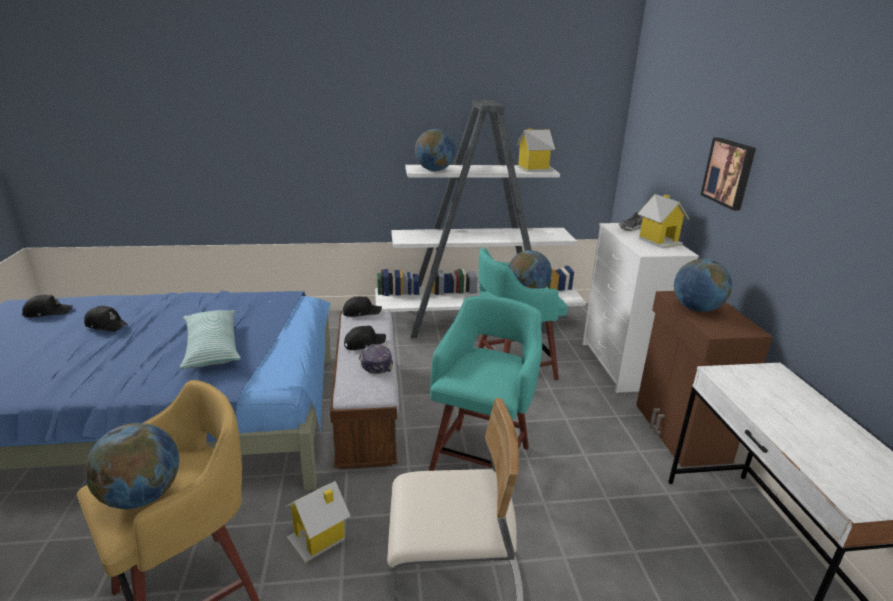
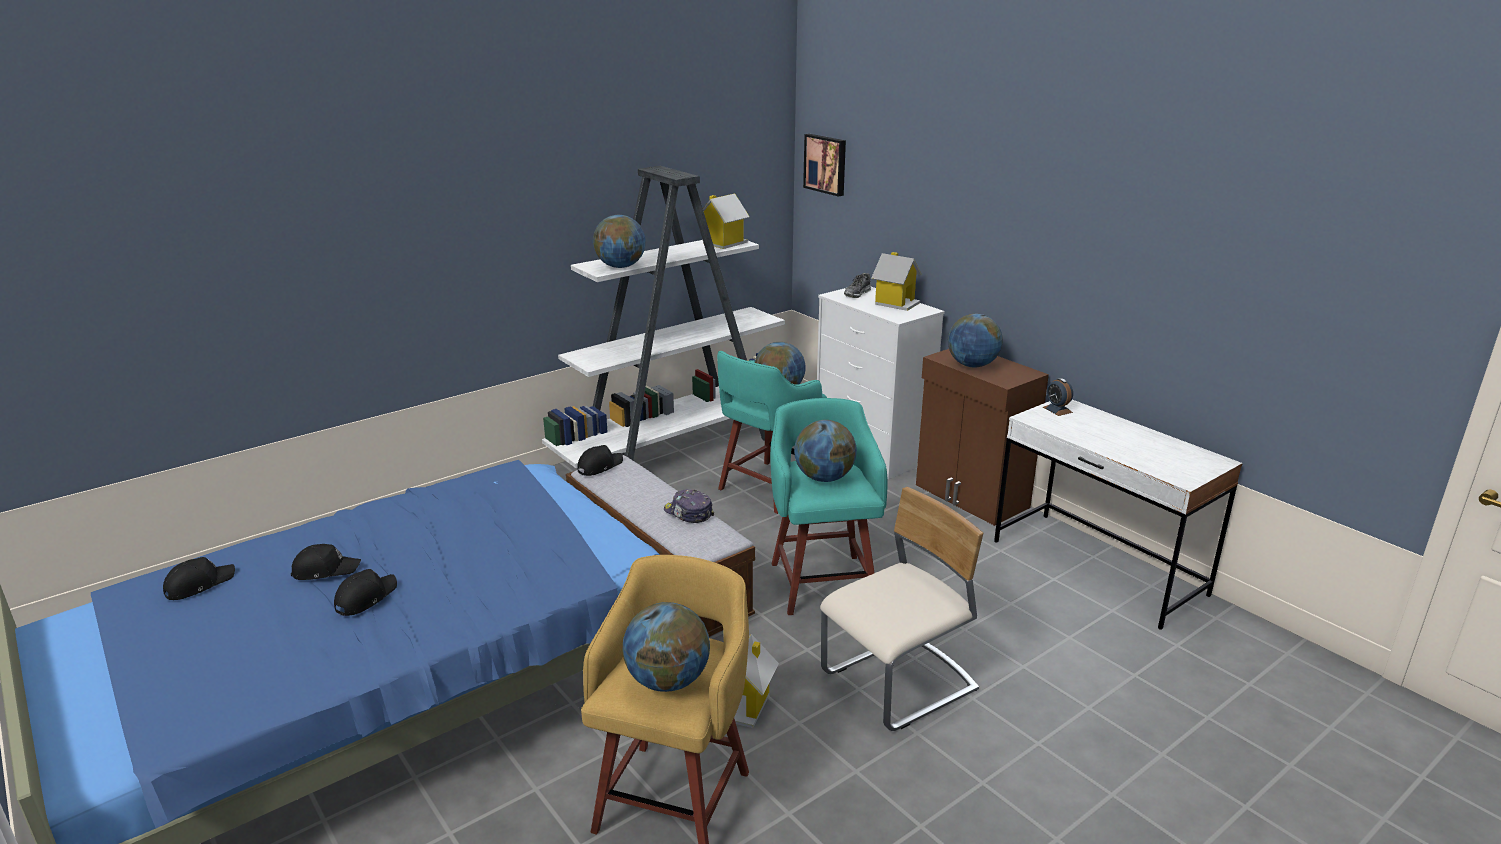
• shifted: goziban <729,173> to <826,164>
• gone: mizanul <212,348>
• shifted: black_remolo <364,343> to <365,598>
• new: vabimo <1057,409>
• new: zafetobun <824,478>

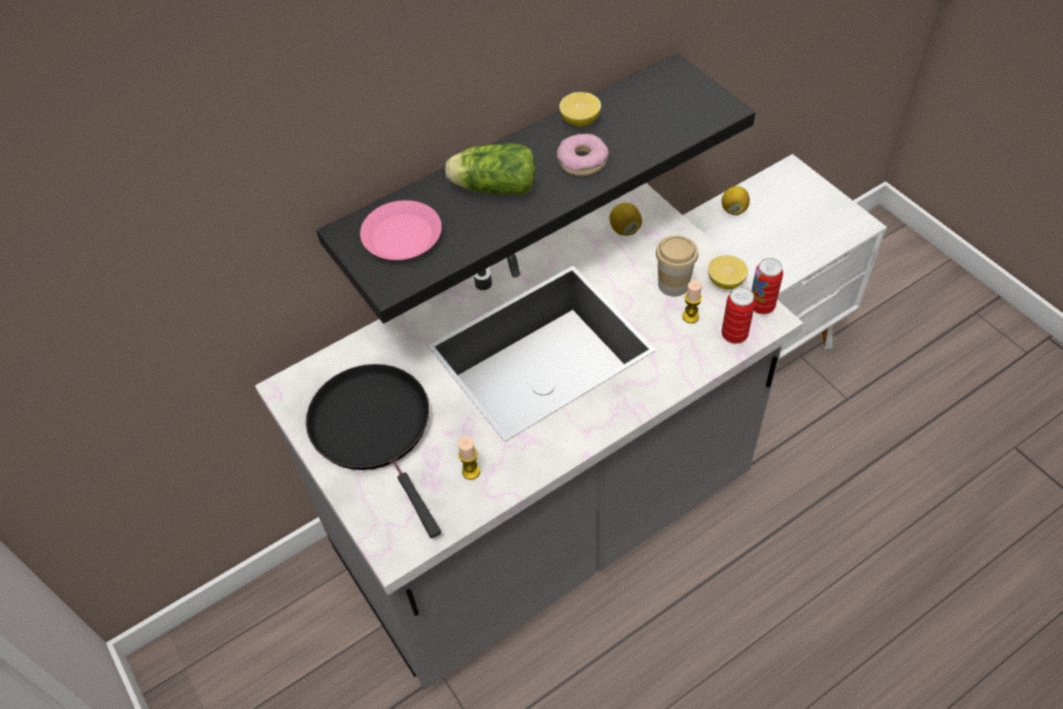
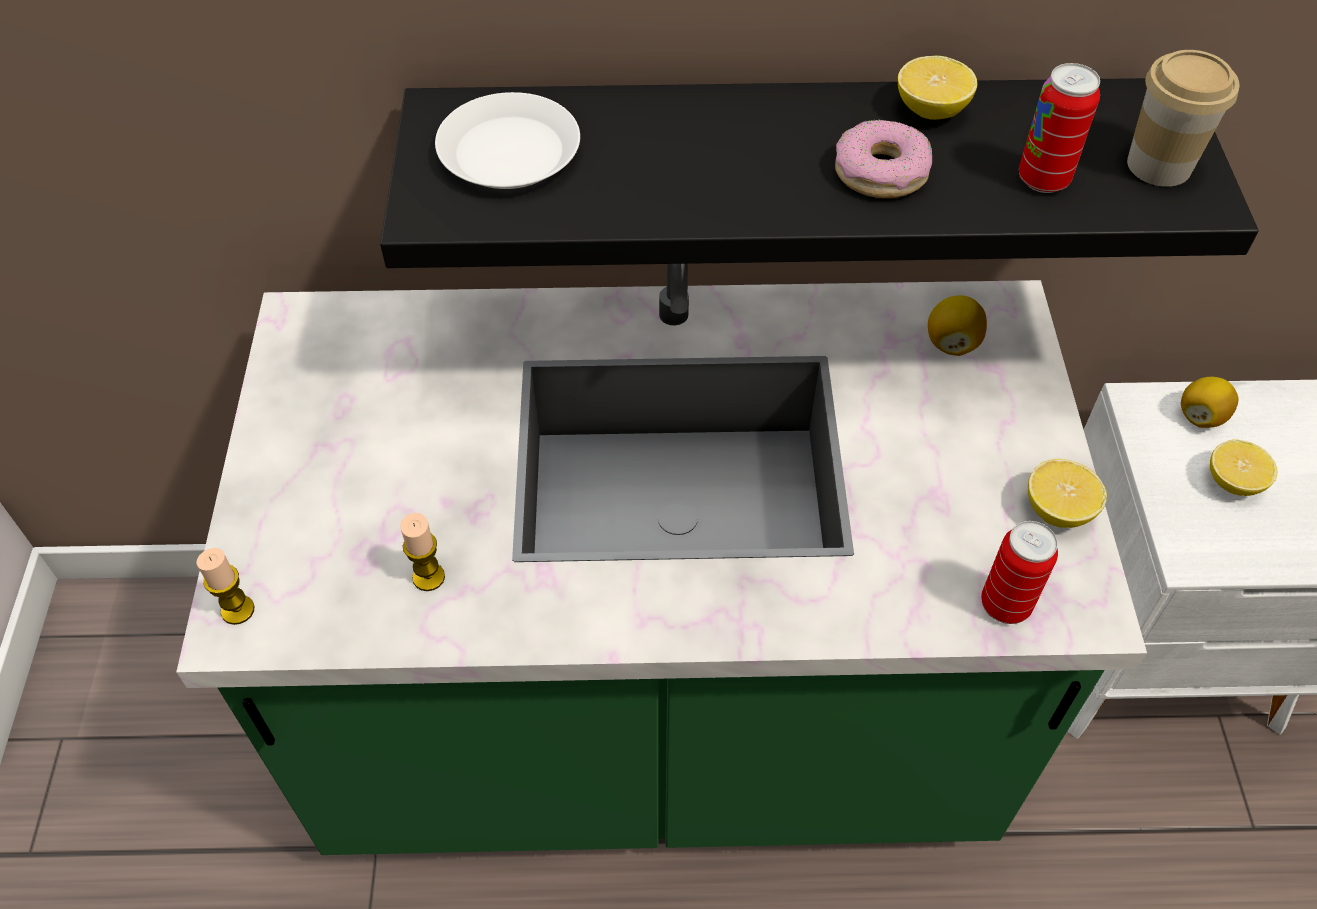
• gone: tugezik <492,187>
• repainted: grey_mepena <543,520> to green_mepena <658,725>
• repainted: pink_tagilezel <401,236> to white_tagilezel <508,152>
• shifted: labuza <673,285> to <1159,165>
• shifted: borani <761,306> to <1043,179>
• shifted: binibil <690,317> to <237,610>
• gone: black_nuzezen <375,429>
• new: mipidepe <1233,482>

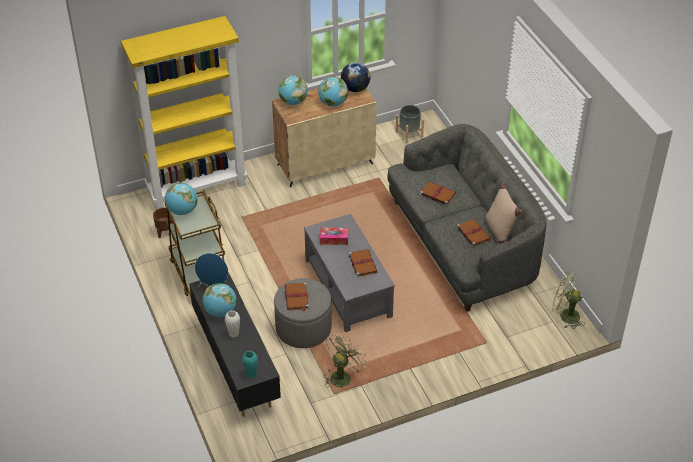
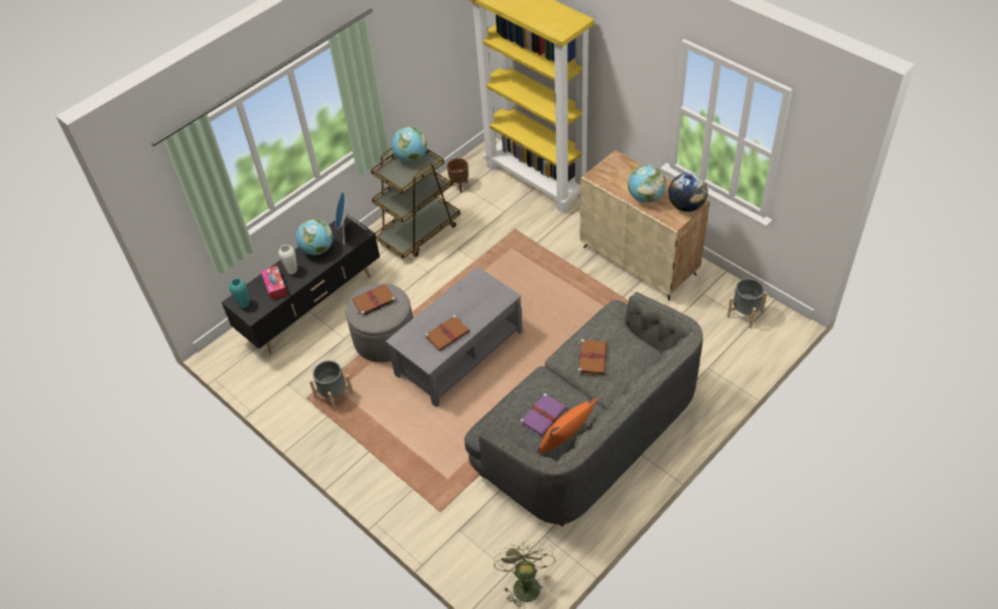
• gone: zafetobun <293,101>
• repainted: beige_mizanul <499,231> to orange_mizanul <566,441>
• repainted: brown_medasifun <473,233> to purple_medasifun <543,415>
• shifted: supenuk <334,239> to <275,286>
• swapped: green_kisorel <343,375> to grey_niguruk <334,396>

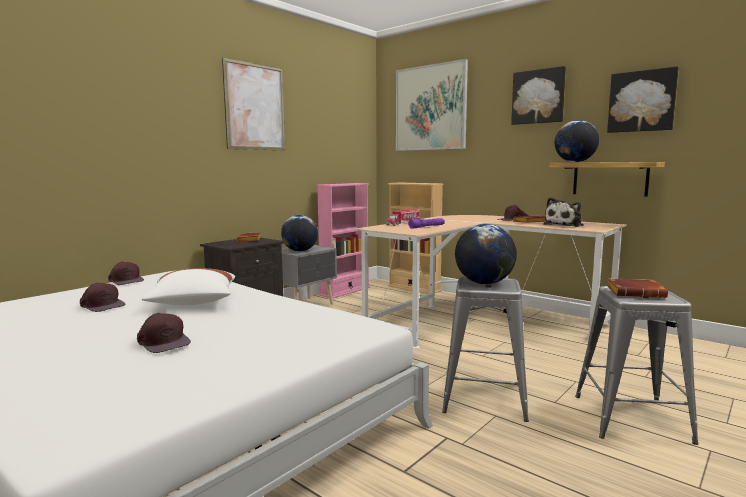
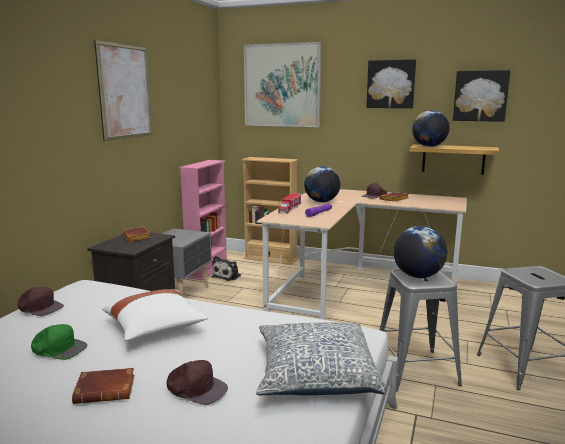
• shifted: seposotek <565,225> to <228,276>
• shifted: zafetobun <300,251> to <321,202>
• shifted: brown_medasifun <636,293> to <107,390>
• repainted: brown_remolo <102,305> to green_remolo <58,349>
• new: mizanul <315,374>

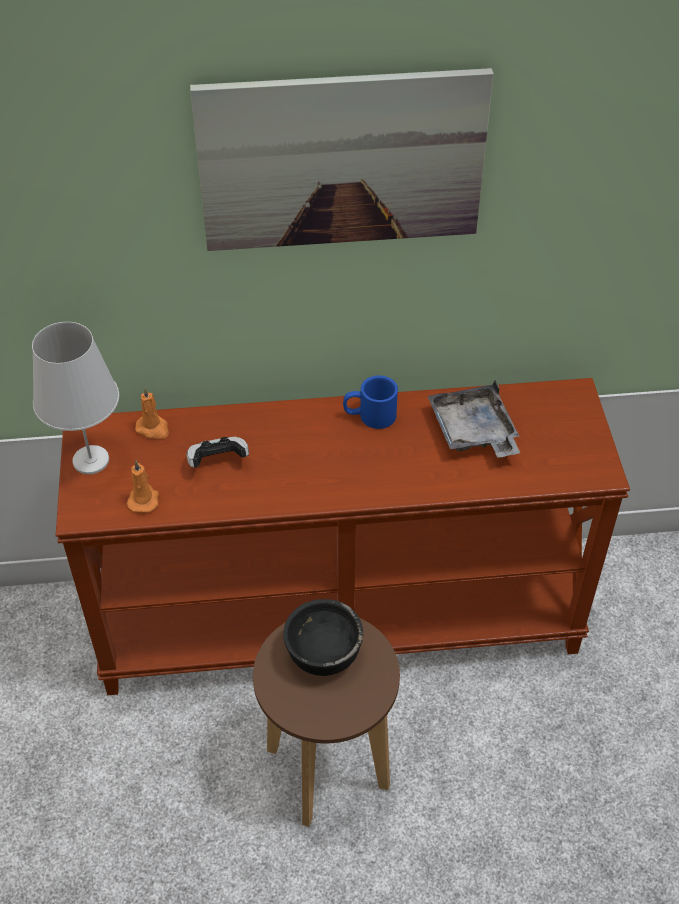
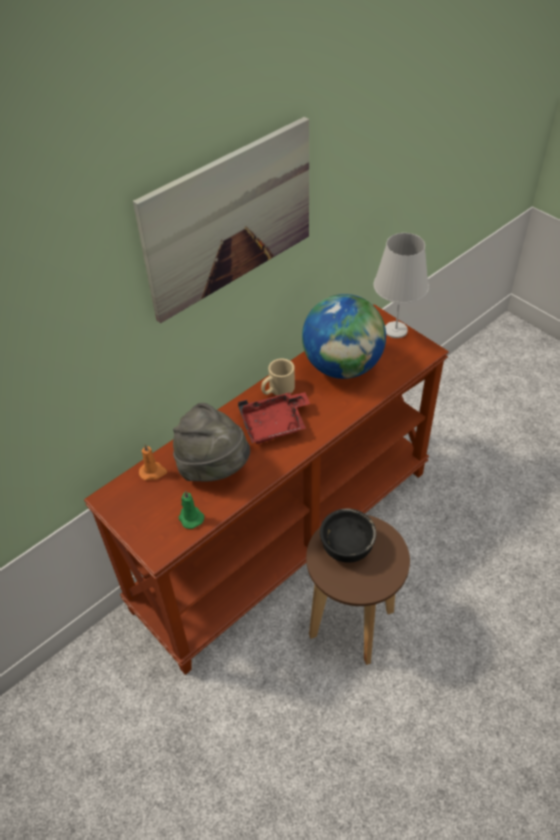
• shifted: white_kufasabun <91,460> to <395,330>
• repainted: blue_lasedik <369,416> to beige_lasedik <277,389>
• swapped: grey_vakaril <473,432> to zafetobun <342,366>
• swapped: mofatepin <217,461> to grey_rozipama <214,467>
• repainted: orange_binibil <144,499> to green_binibil <190,517>
• new: red_vakaril <275,424>

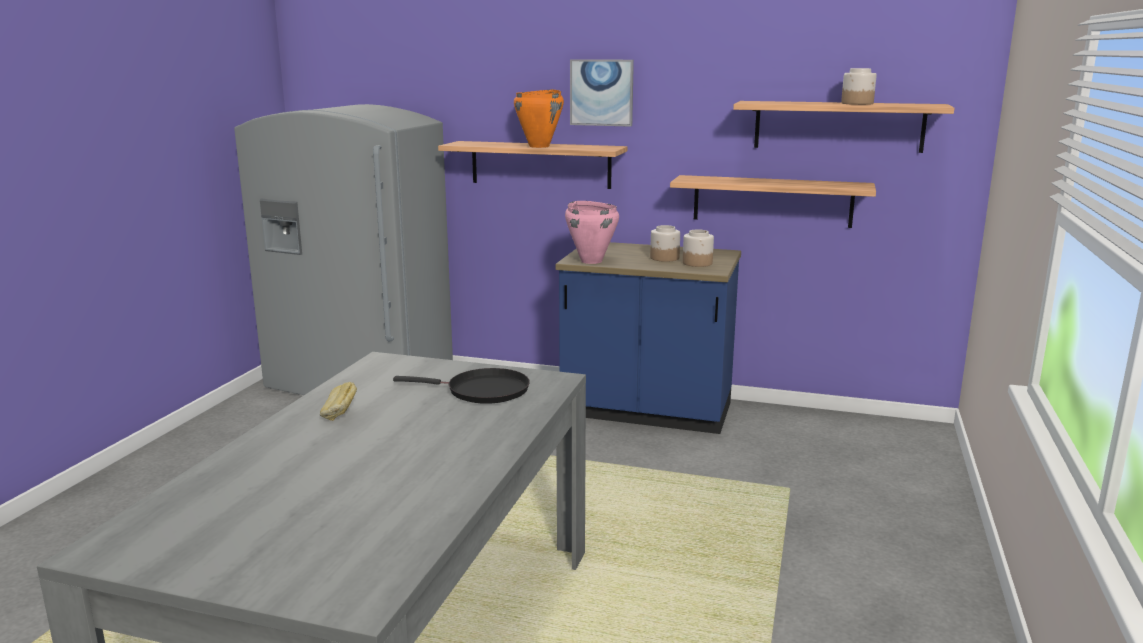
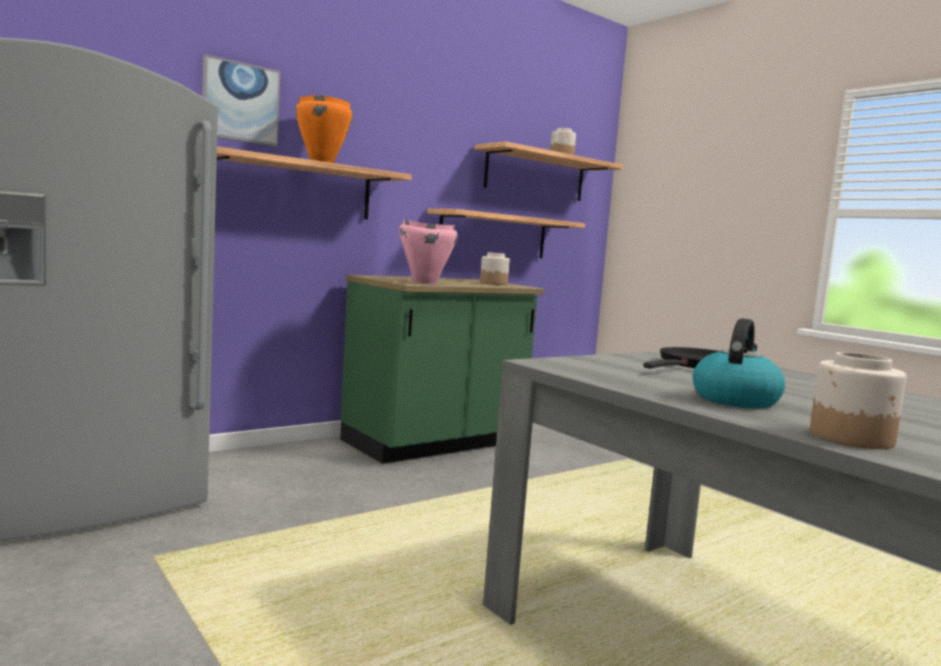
• shifted: goziban <601,92> to <240,102>
• shifted: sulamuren <664,258> to <852,438>
• repainted: blue_mepena <646,412> to green_mepena <434,444>
• swapped: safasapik <340,415> to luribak <735,399>

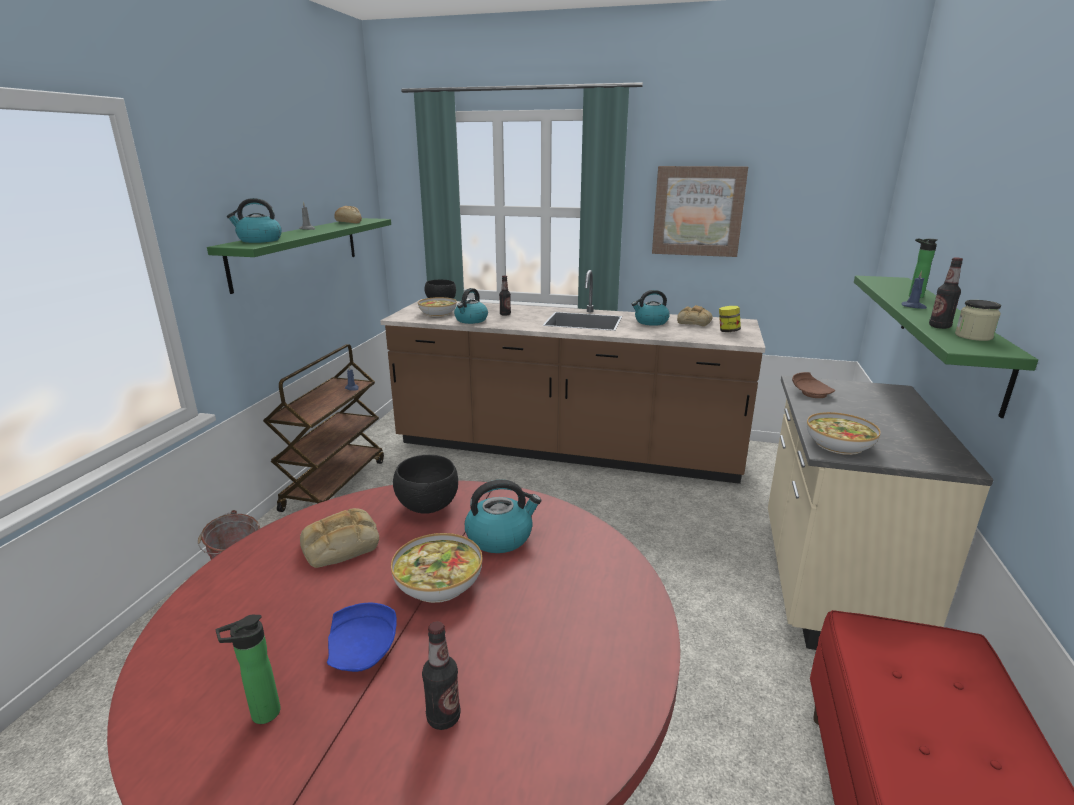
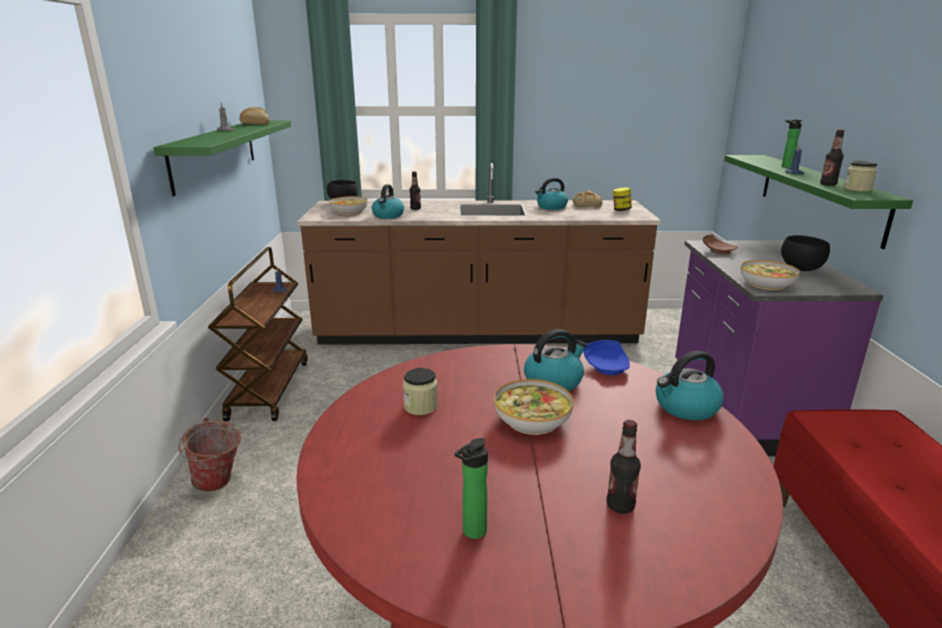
• gone: goziban <698,211>
• shifted: luribak <259,240> to <686,407>
• repainted: beige_mepena <829,585> to purple_mepena <741,409>
• shifted: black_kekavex <427,507> to <801,269>
• swapped: safasapik <340,545> to sulamuren <421,406>
• shifted: blue_tagilezel <363,650> to <607,367>

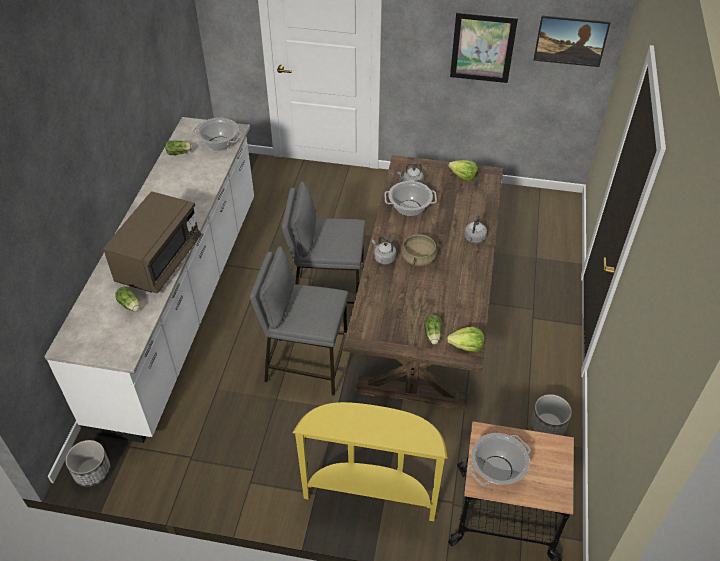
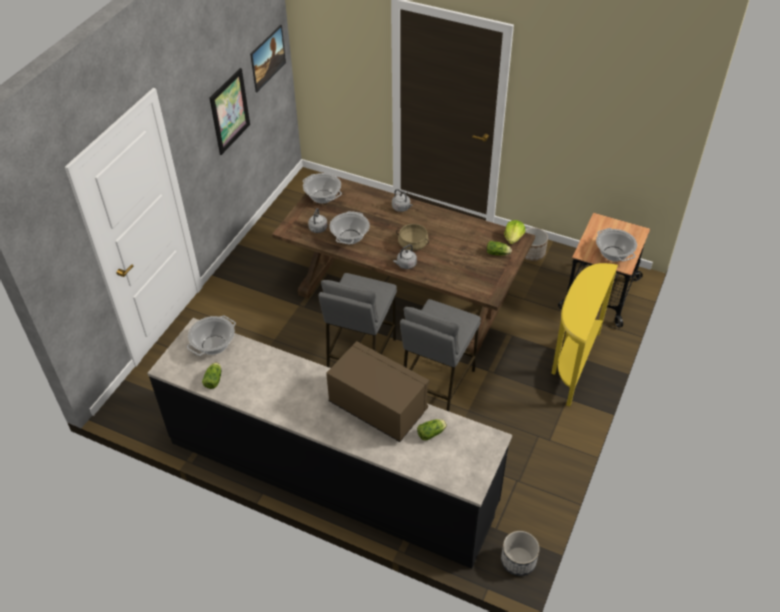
• repainted: white_mepena <182,305> to black_mepena <331,472>
• swapped: tugezik <463,176> to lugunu <323,197>

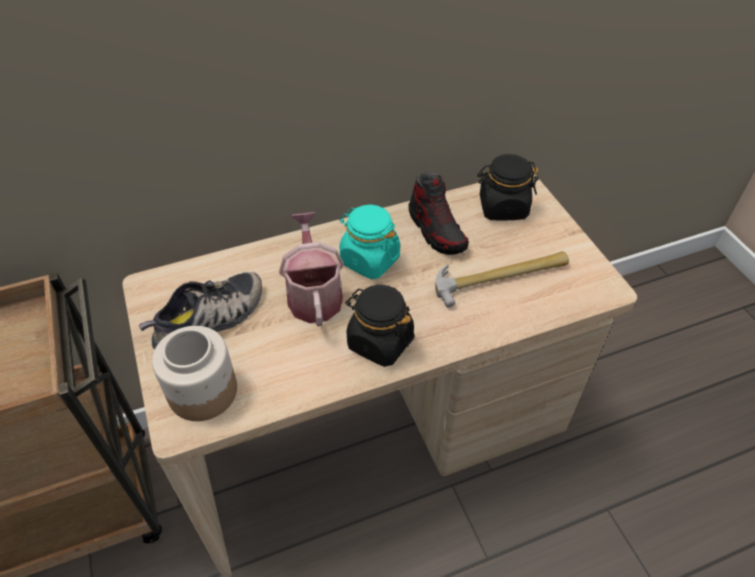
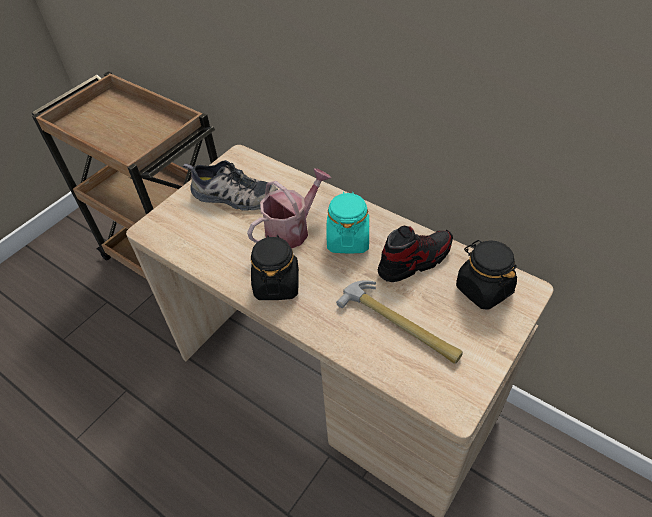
• rotated: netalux <437,230> = <414,261> 150 degrees counterclockwise
• gone: sulamuren <202,392>

